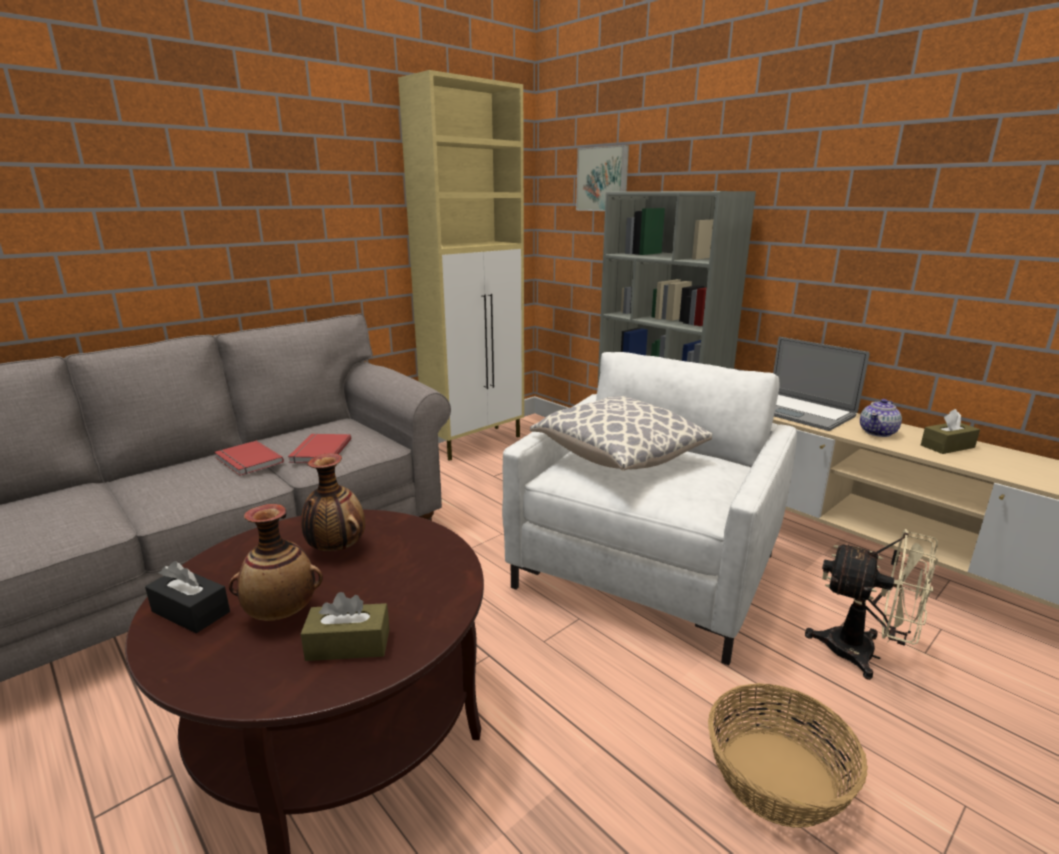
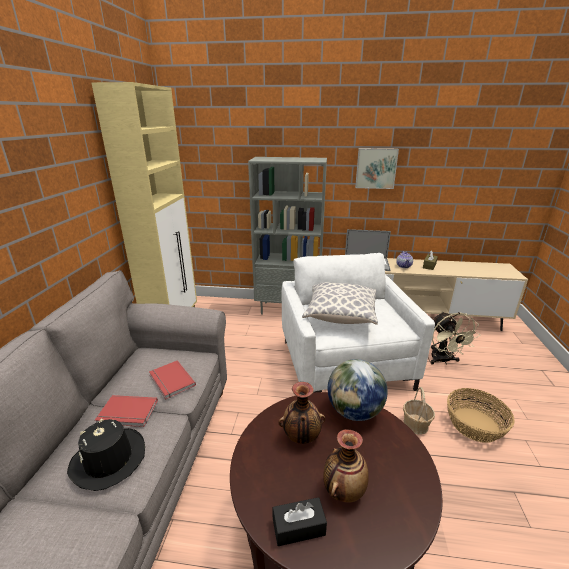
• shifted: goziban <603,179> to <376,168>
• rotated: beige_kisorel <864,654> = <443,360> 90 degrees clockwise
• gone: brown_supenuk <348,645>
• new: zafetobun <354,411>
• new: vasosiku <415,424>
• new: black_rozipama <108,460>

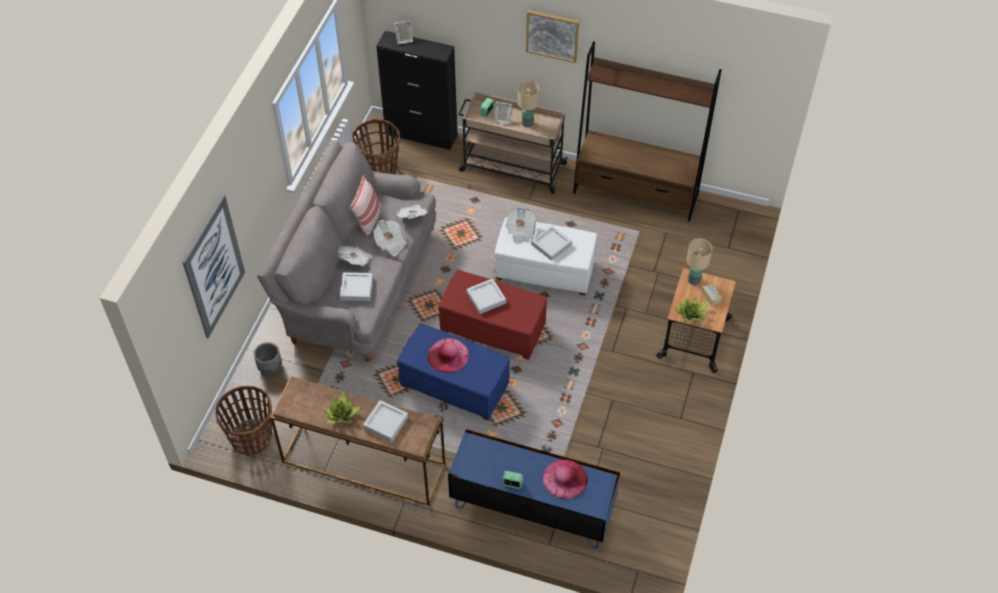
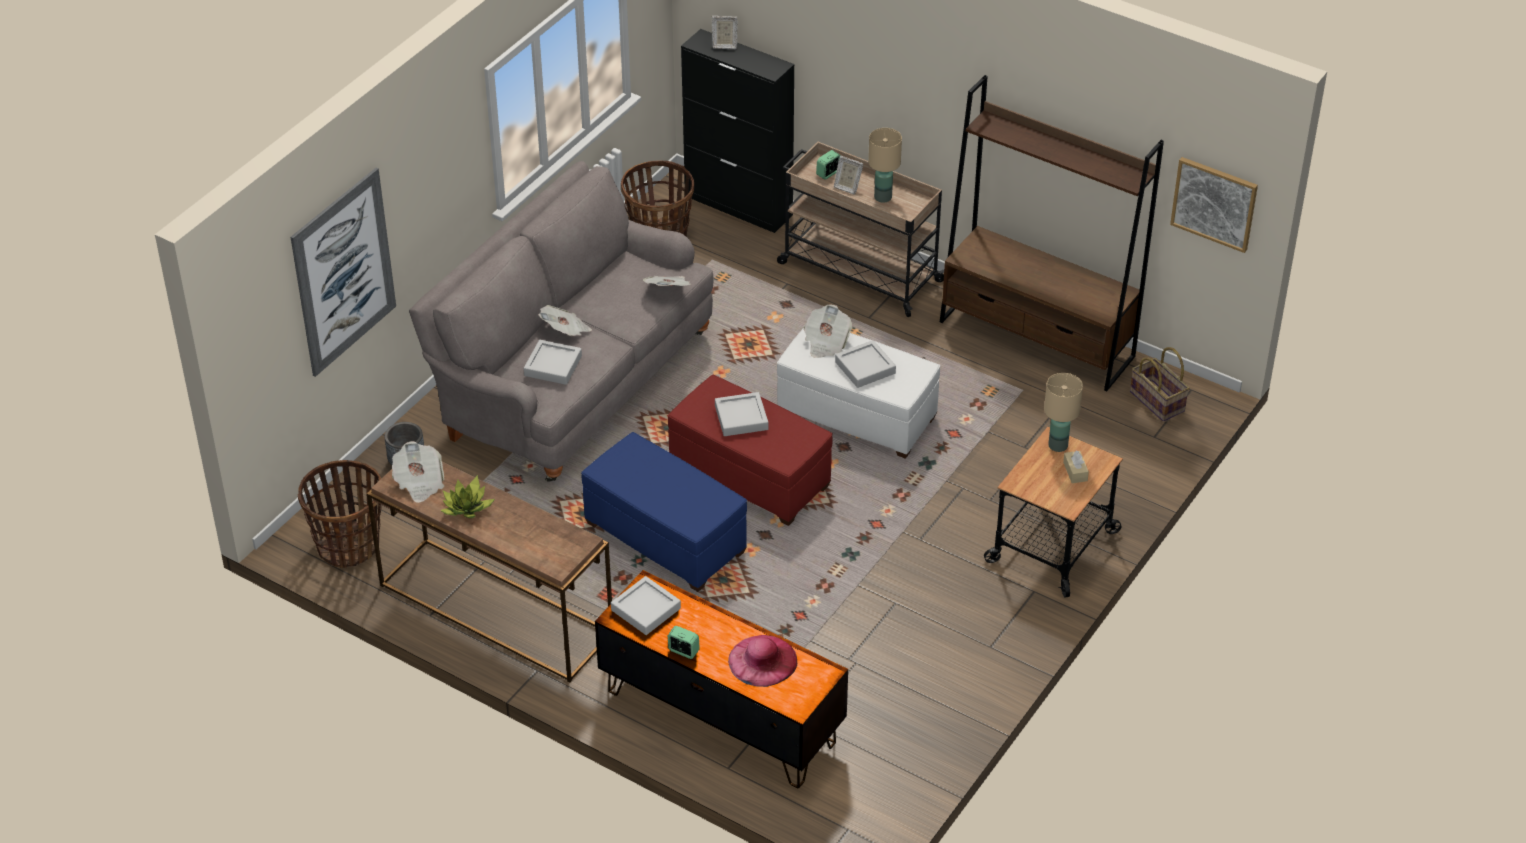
• shifted: goziban <552,35> to <1214,203>
• gone: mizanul <368,220>
• shifted: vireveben <390,243> to <419,483>
• gone: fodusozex <691,314>
• gone: pink_rozipama <448,355>
• shifted: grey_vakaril <385,423> to <646,609>
• repainted: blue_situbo <532,507> to brown_situbo <721,715>
• new: vasosiku <1158,401>

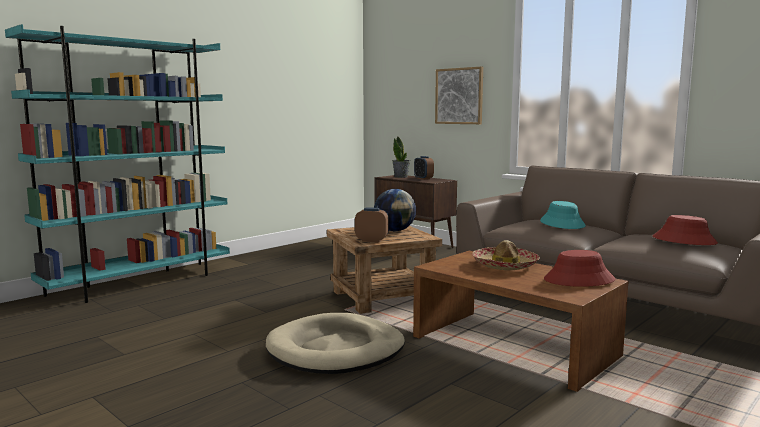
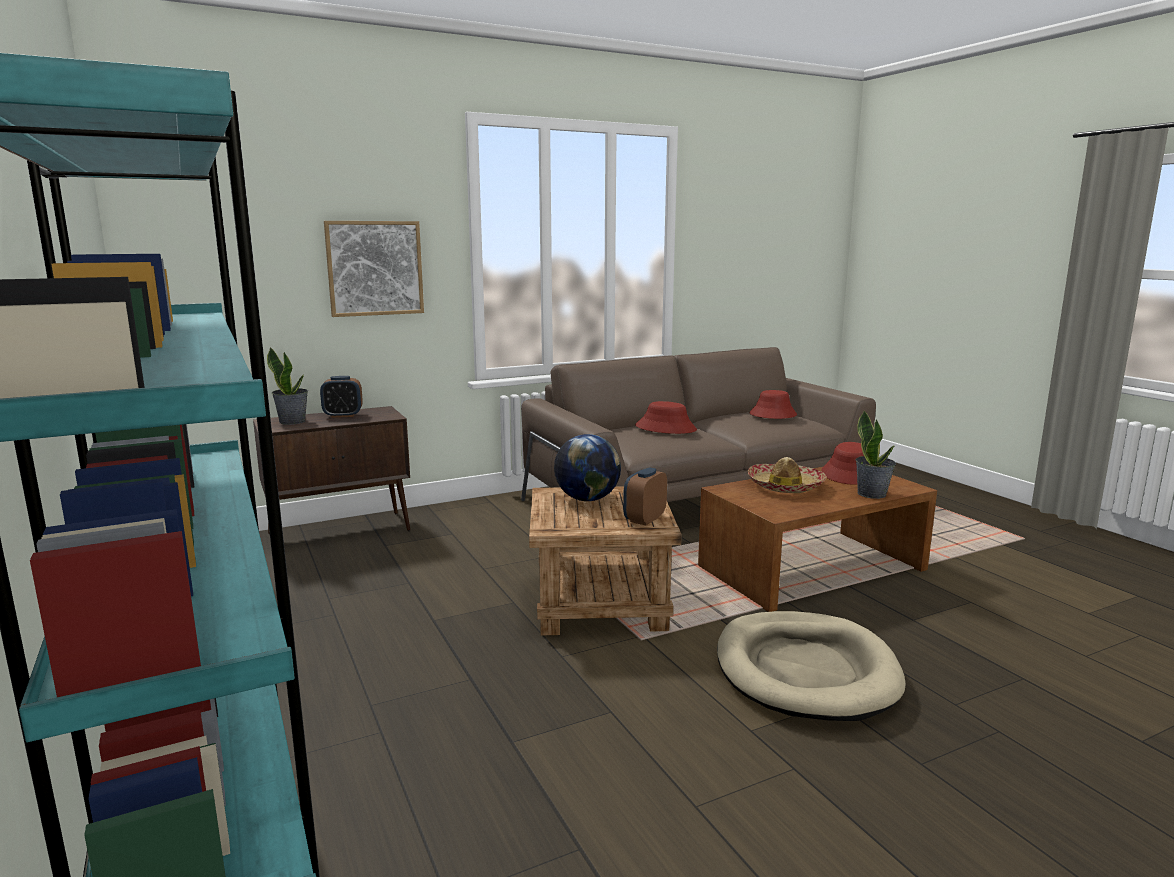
• repainted: turquoise_rozipama <562,224> to red_rozipama <665,428>
• new: fodusozex <872,494>

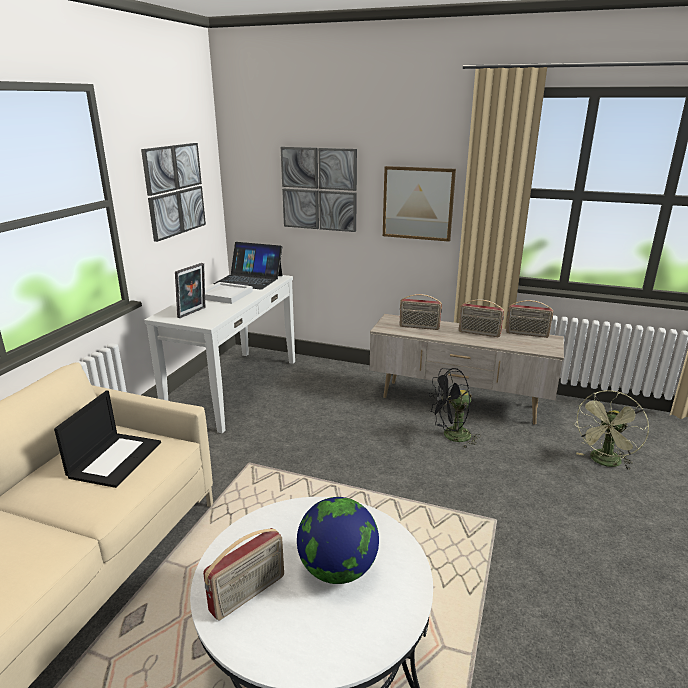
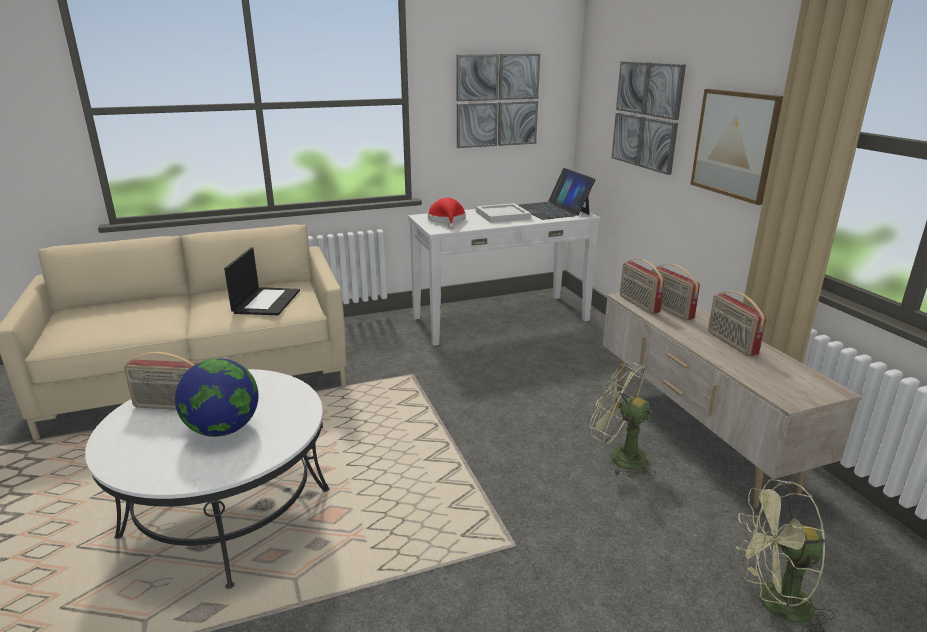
• swapped: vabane <193,313> to red_rozipama <447,220>
• shifted: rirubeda <527,334> to <638,304>
• repainted: black_kisorel <451,436> to green_kisorel <619,456>
• rotated: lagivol <115,459> = <266,301> 60 degrees counterclockwise

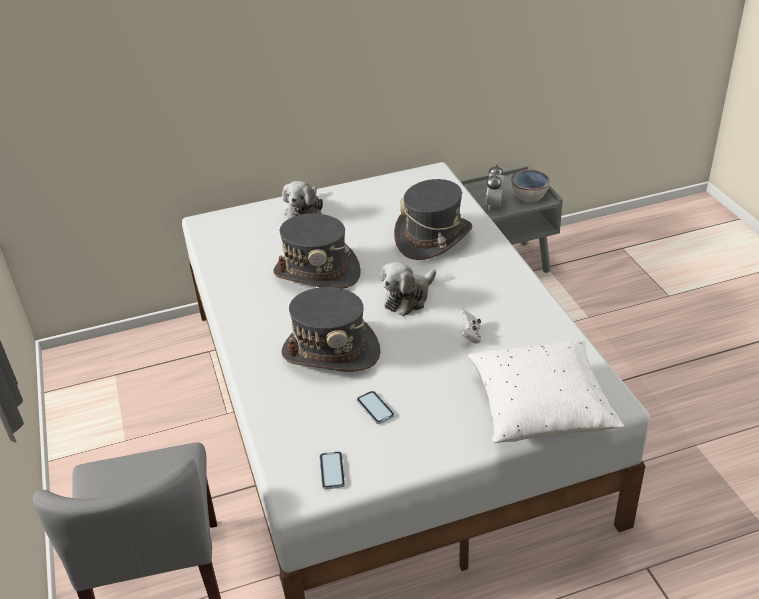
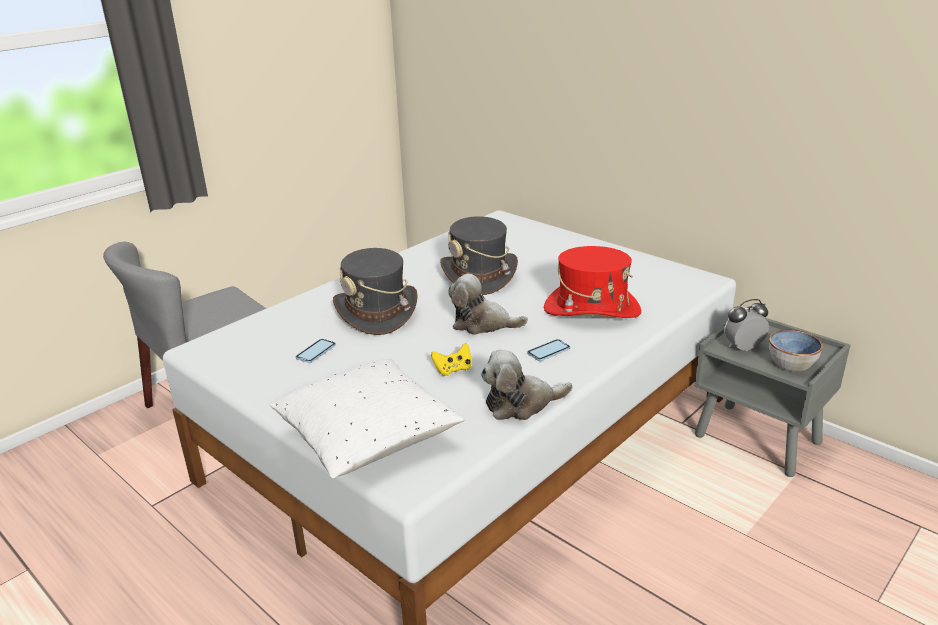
• repainted: grey_rozipama <433,237> to red_rozipama <591,309>
• shifted: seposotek <305,213> to <521,404>
• repainted: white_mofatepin <470,335> to yellow_mofatepin <453,370>
• shifted: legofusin <332,471> to <548,351>

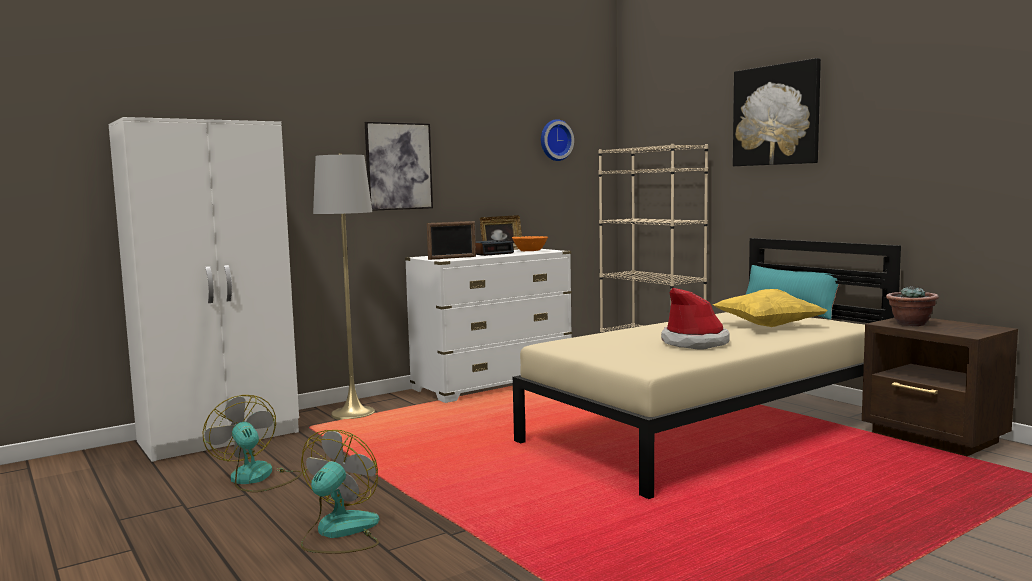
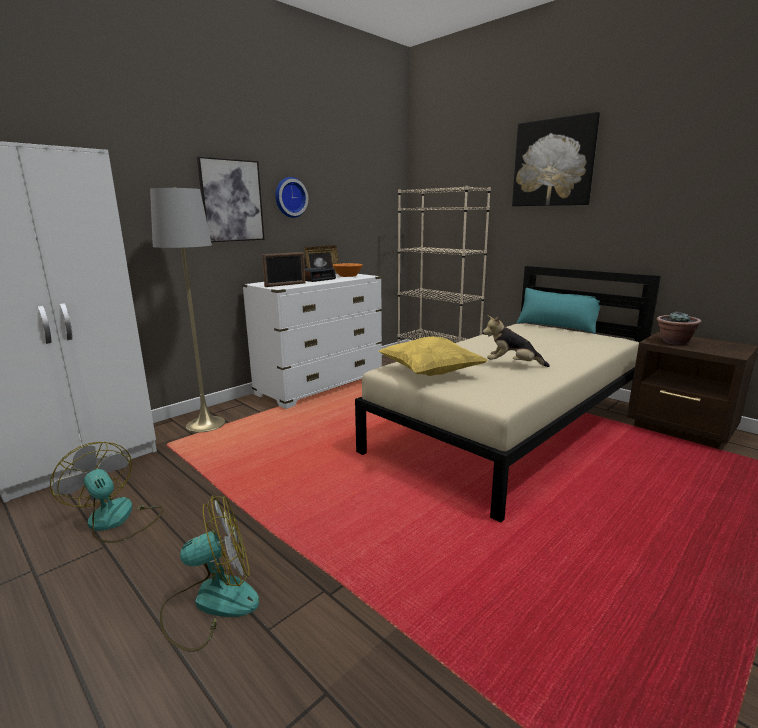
• shifted: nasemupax <555,140> to <289,197>
• swapped: rozipama <694,343> to seposotek <512,365>
• shifted: yellow_mizanul <767,326> to <430,373>
• rotated: kisorel <339,532> = <211,603> 60 degrees clockwise

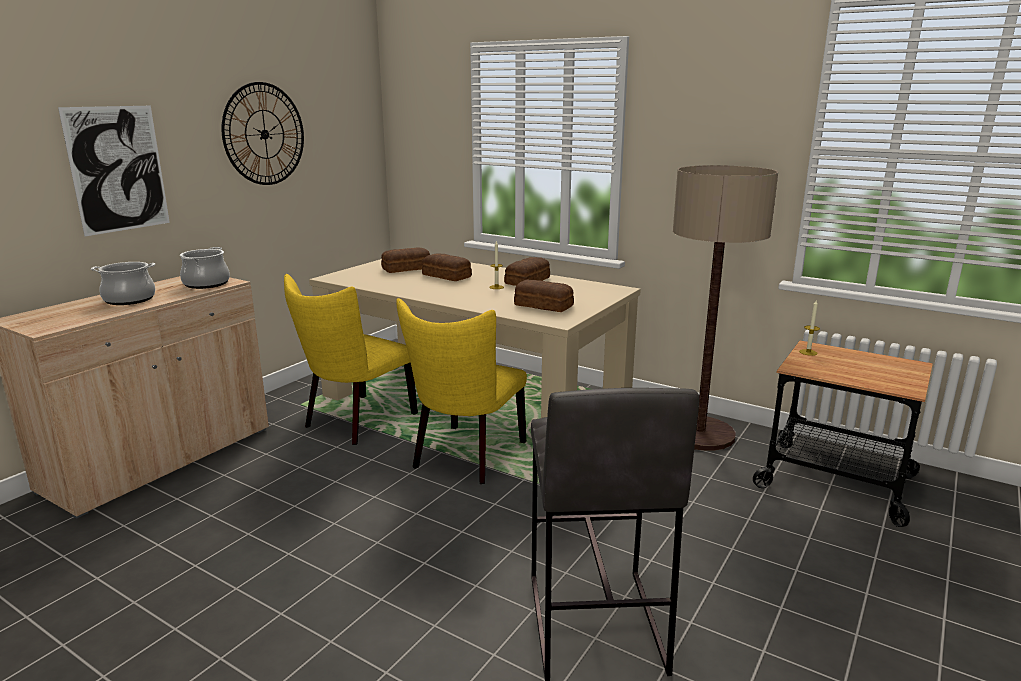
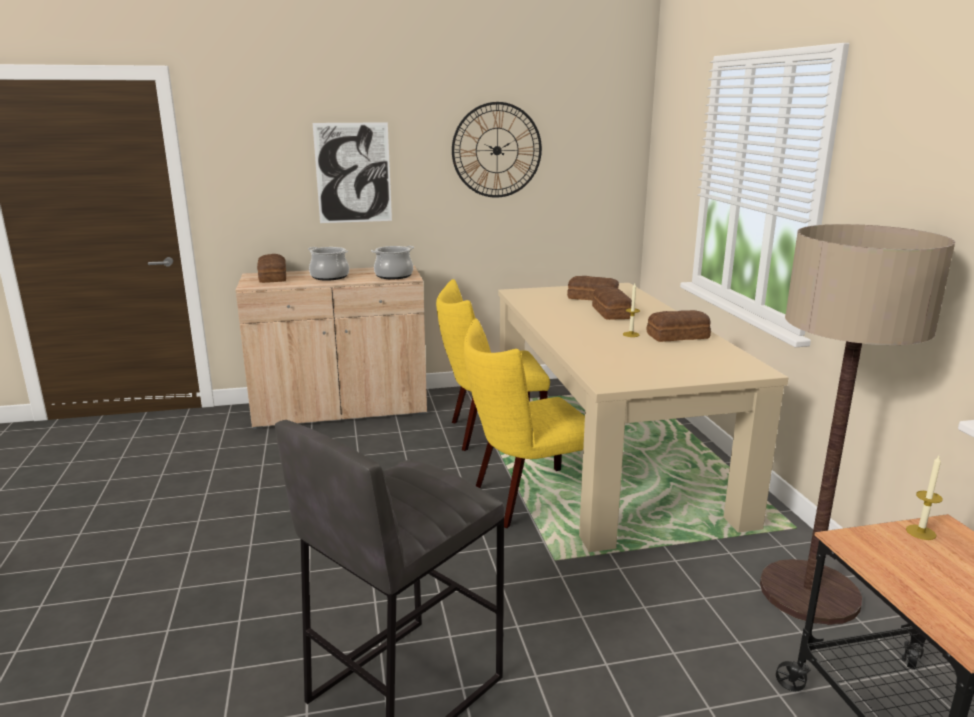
• shifted: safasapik <543,305> to <273,277>

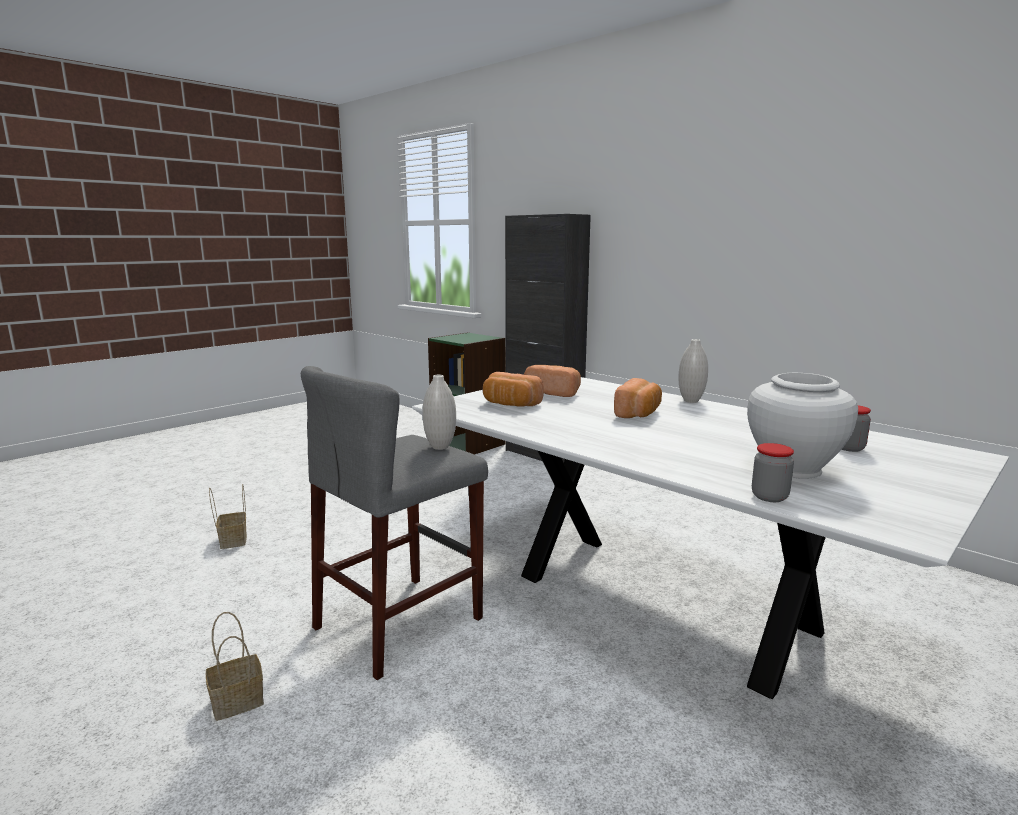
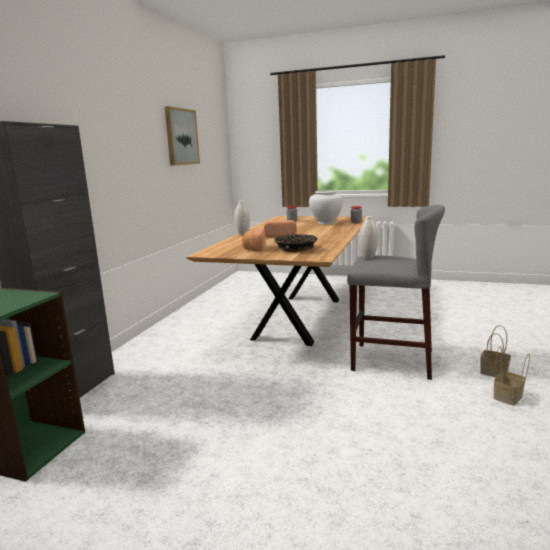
• swapped: safasapik <510,404> to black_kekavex <295,250>
• repainted: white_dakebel <659,601> to brown_dakebel <299,318>
• shifted: vasosiku <233,540> to <508,397>
• new: goziban <181,137>

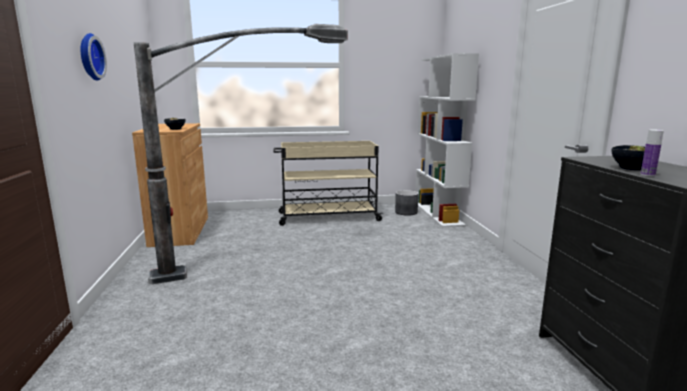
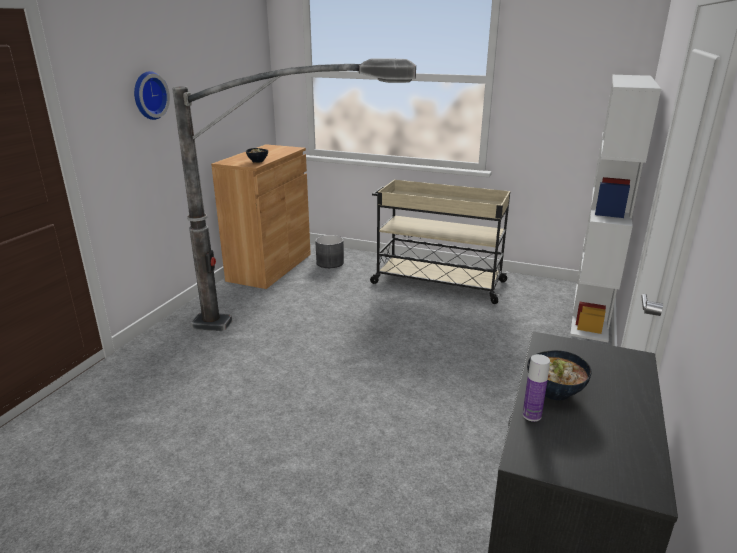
• shifted: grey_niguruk <406,212> to <330,263>

